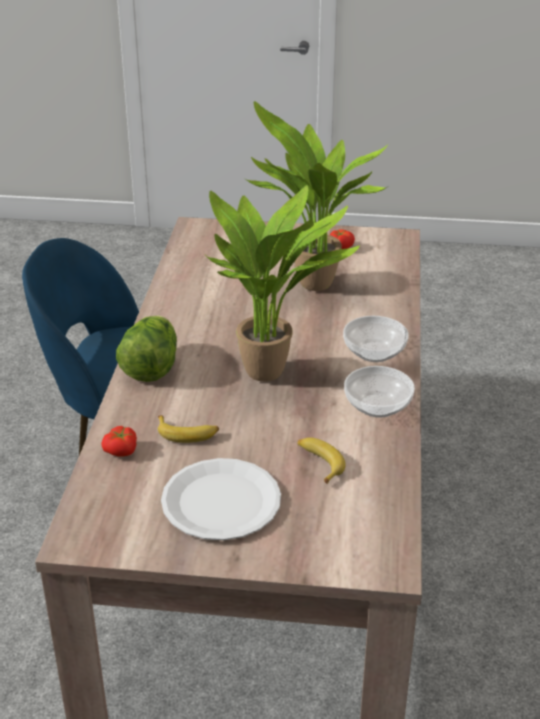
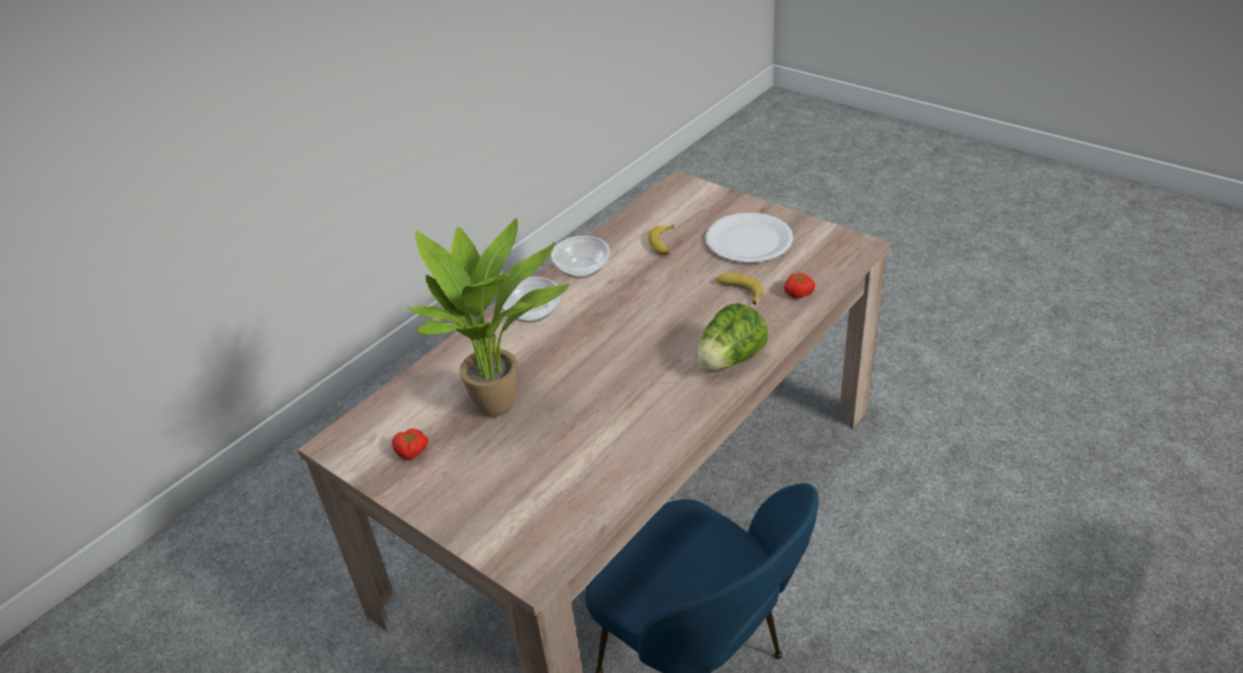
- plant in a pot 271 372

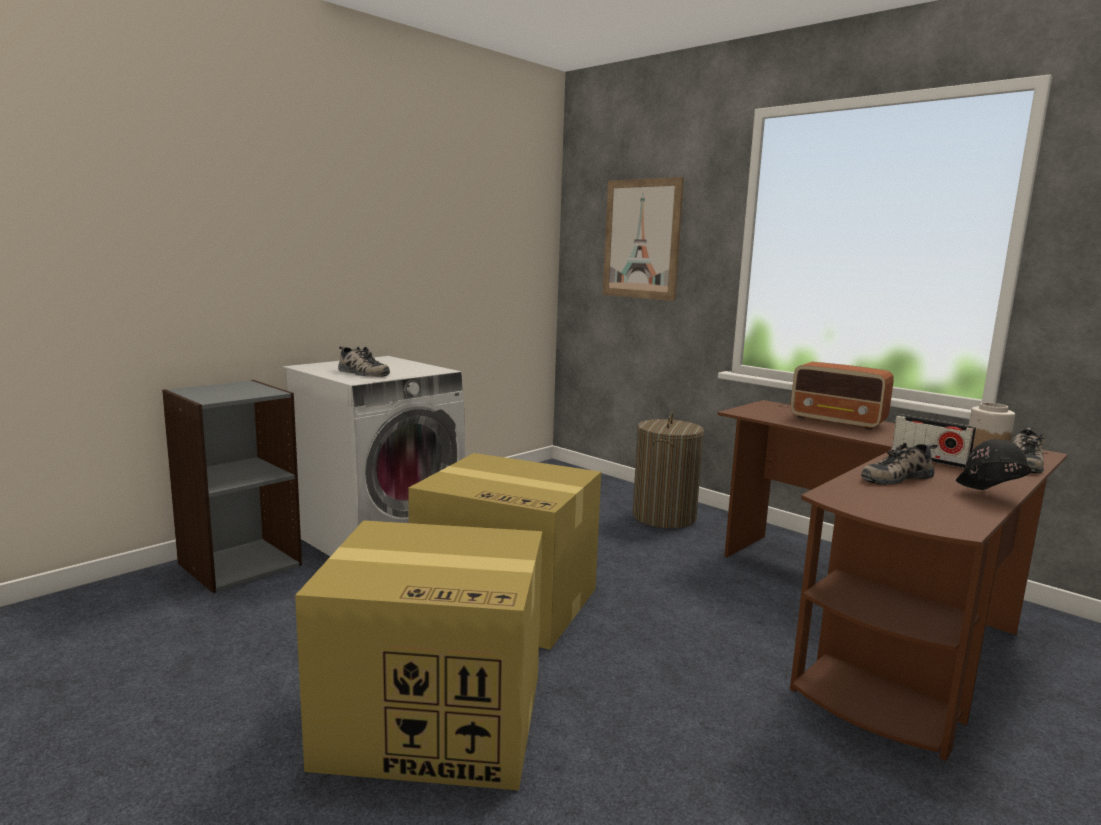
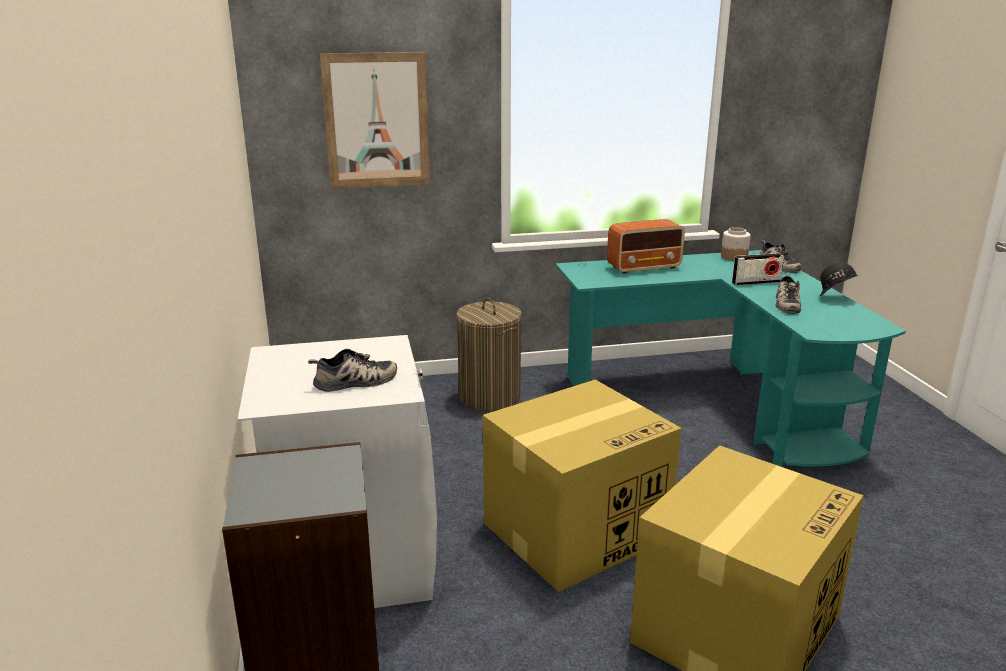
~ brown-coloured desk 872 618 to turquoise desk 717 401

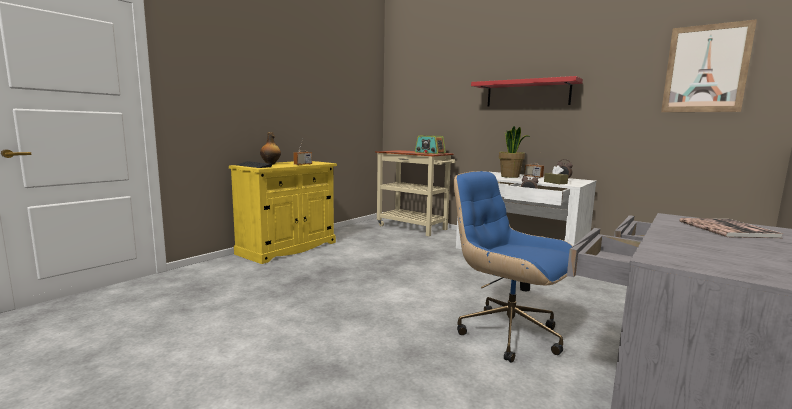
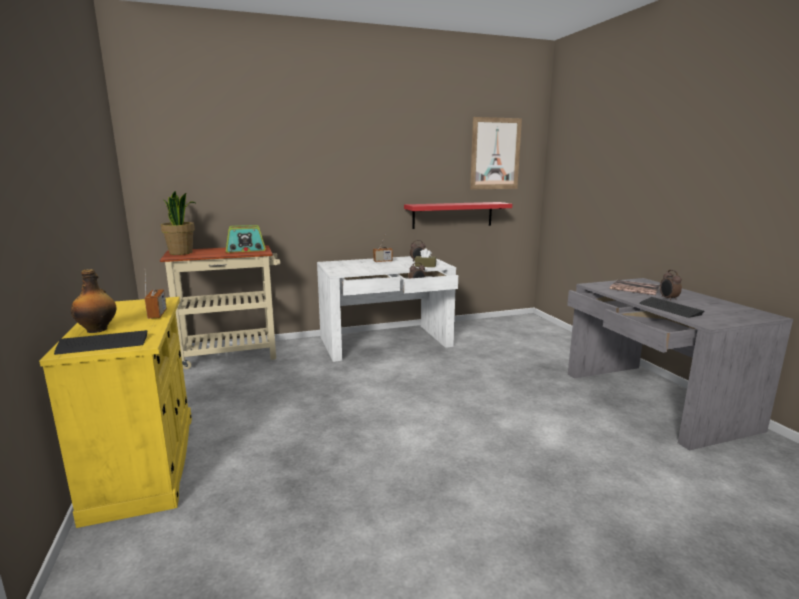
~ plant in a pot 510 176 to 181 253
~ red-coloured shelf 527 93 to 452 215
+ computer keyboard 669 308
+ alarm clock 668 299
- bluish computer chair 506 333

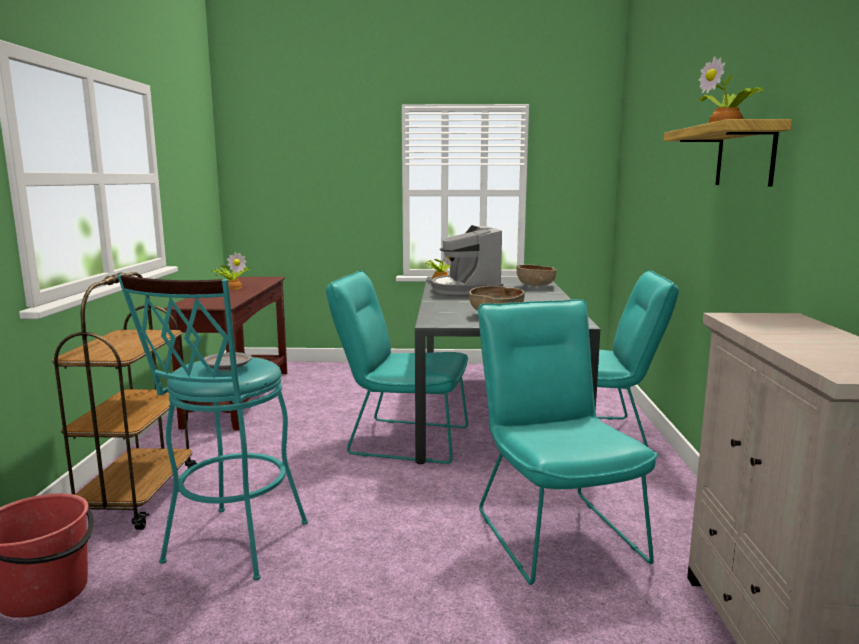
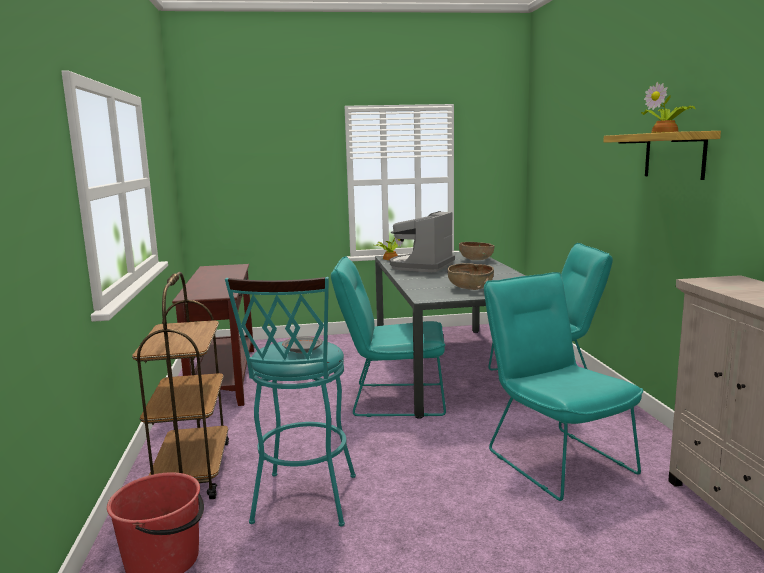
~ coffee brewer 466 289 = 421 266 45 degrees clockwise
- plant in a pot 232 288

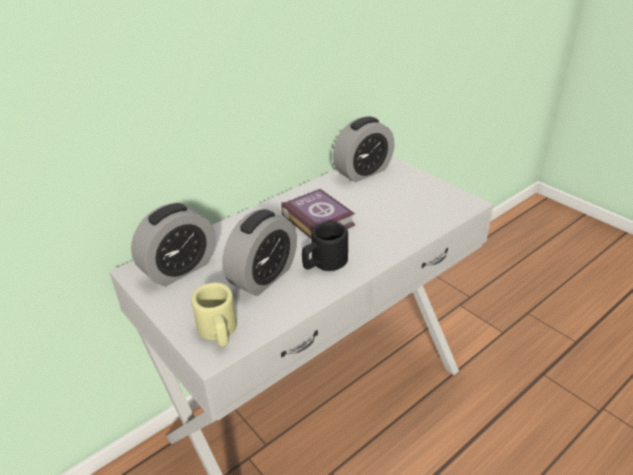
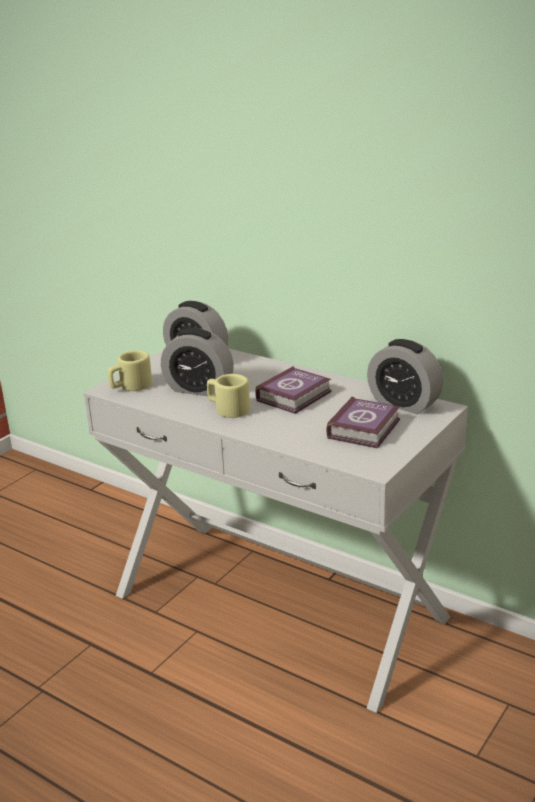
~ black tea mug 324 263 to beige-coloured tea mug 227 409
+ book 366 428

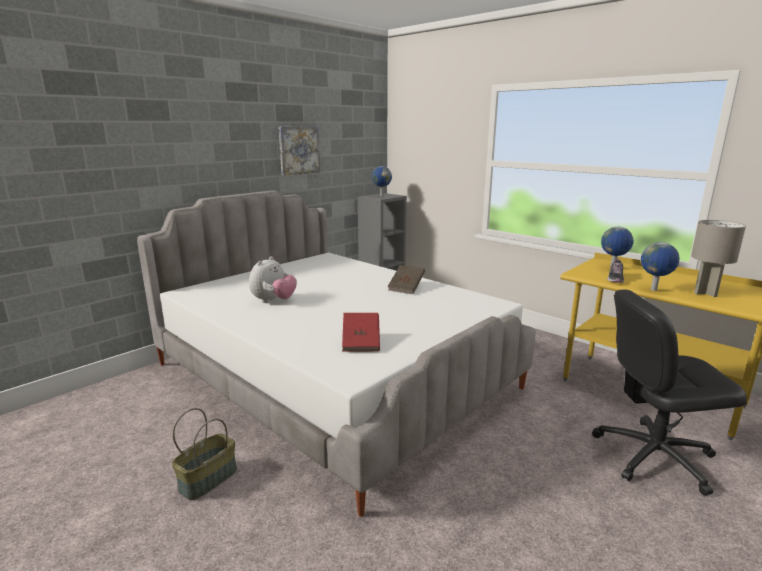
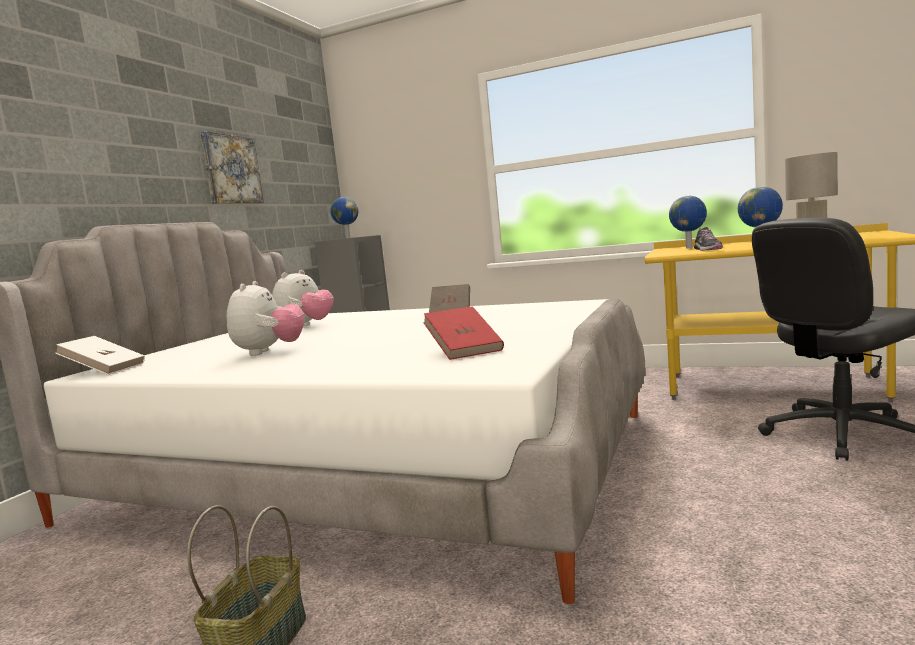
+ white-coloured book 104 370
+ cuddly toy 306 326

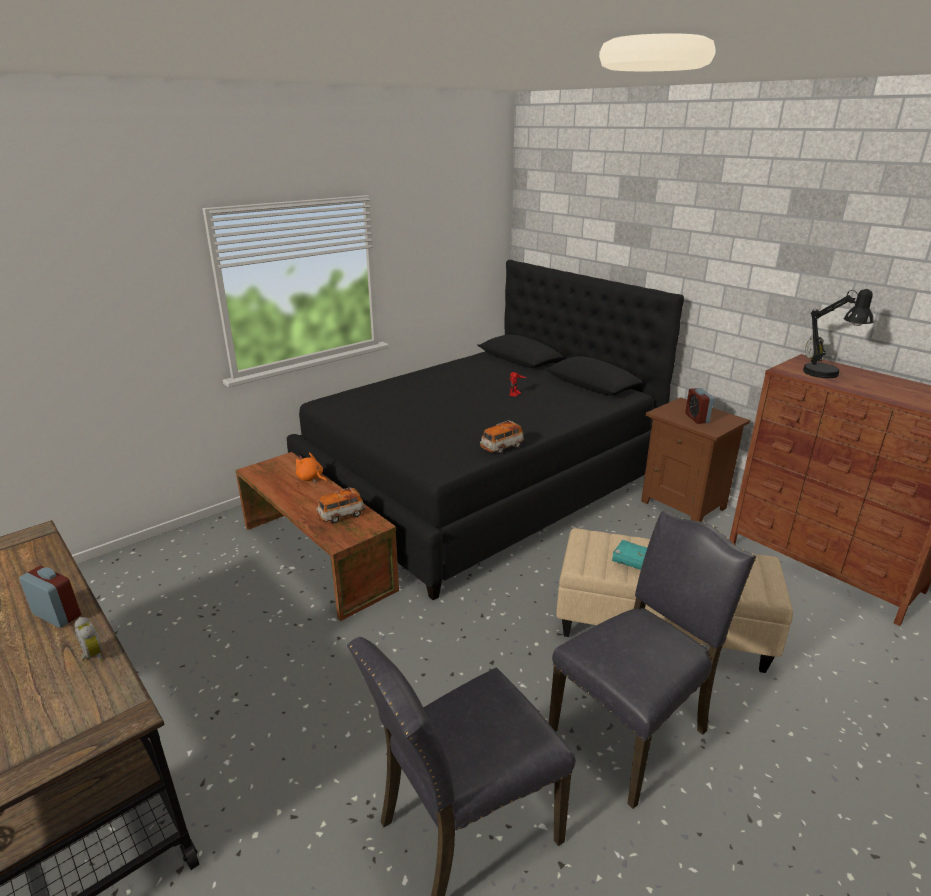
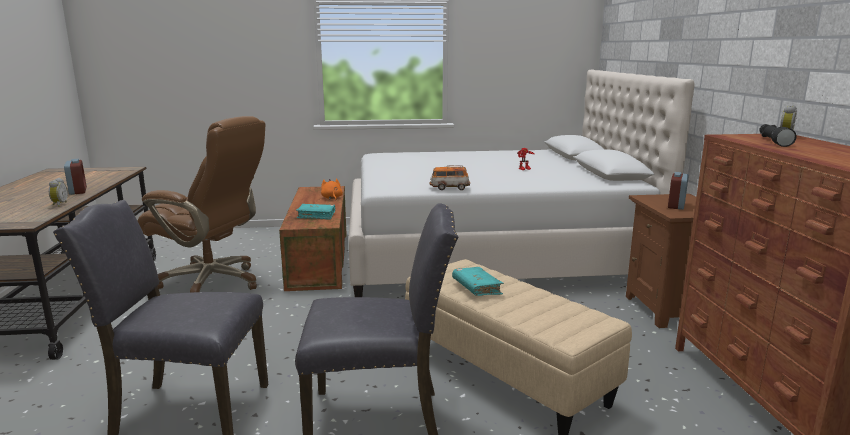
+ brown-coloured computer chair 213 284
~ toy car 341 515 to turquoise book 316 216
~ black bed 479 485 to white-coloured bed 490 253
~ black table lamp 826 375 to black flashlight 773 141

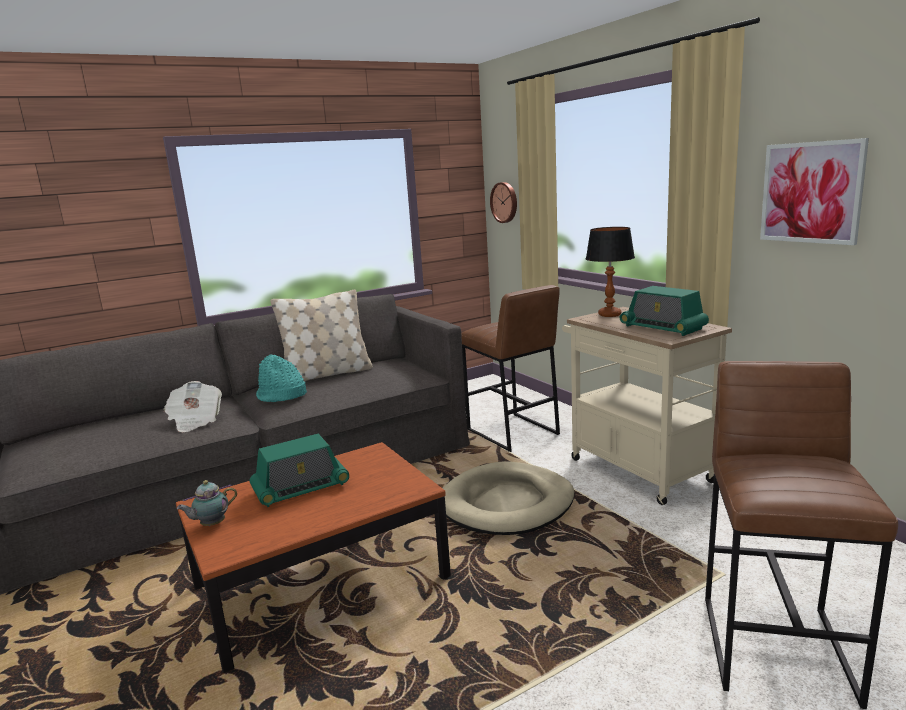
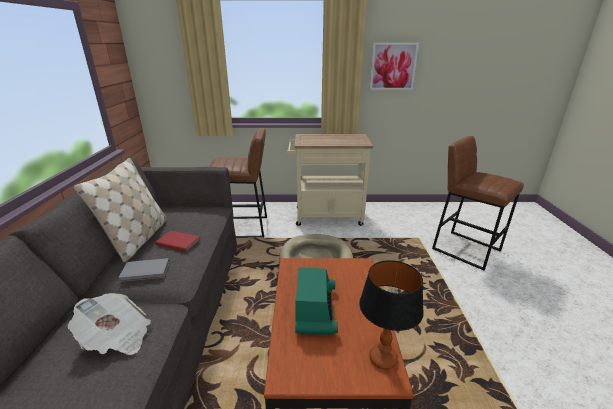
~ turquoise wearable hat 281 396 to grey book 146 271
+ red-coloured book 178 242
~ table lamp 610 314 to 383 358
- tea pot 211 525
- wall clock 505 202
- radio set 663 327

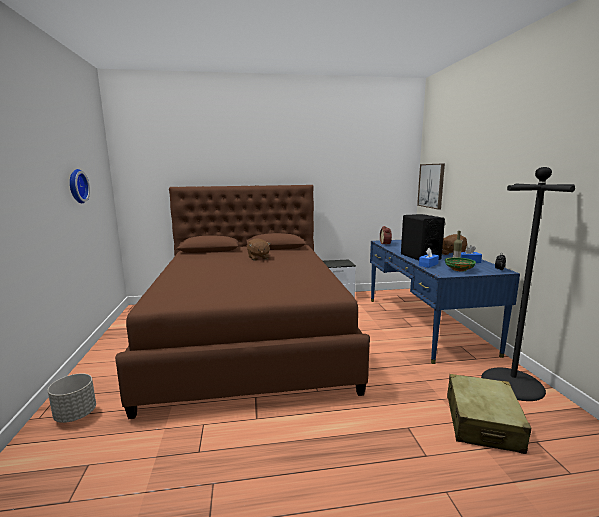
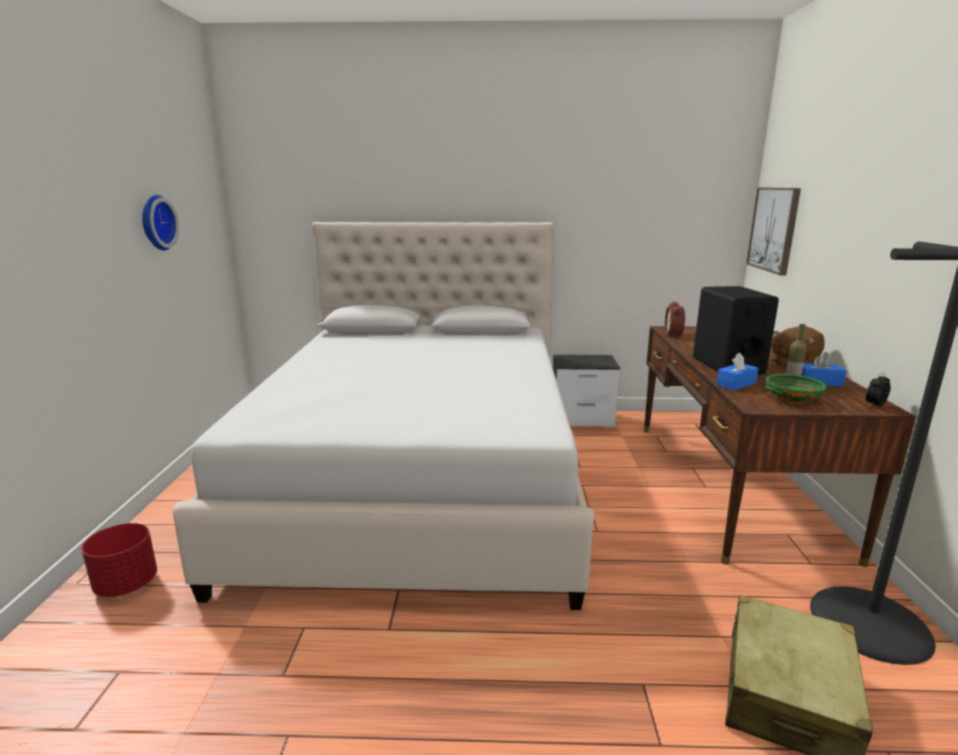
~ grey planter 76 414 to red-coloured planter 127 584
~ brown-coloured bed 249 337 to white-coloured bed 420 479
~ bluish desk 425 324 to brown-coloured desk 732 483
- brown-coloured cuddly toy 258 258

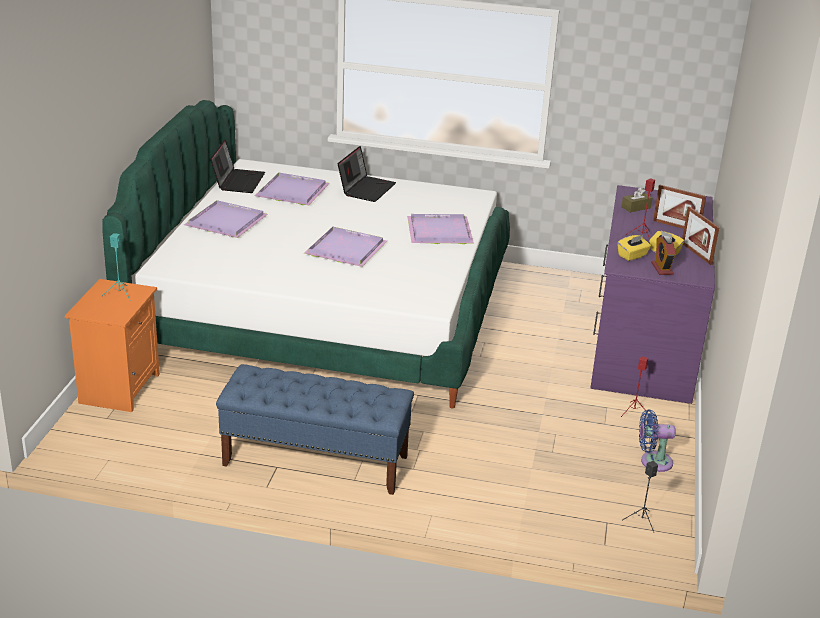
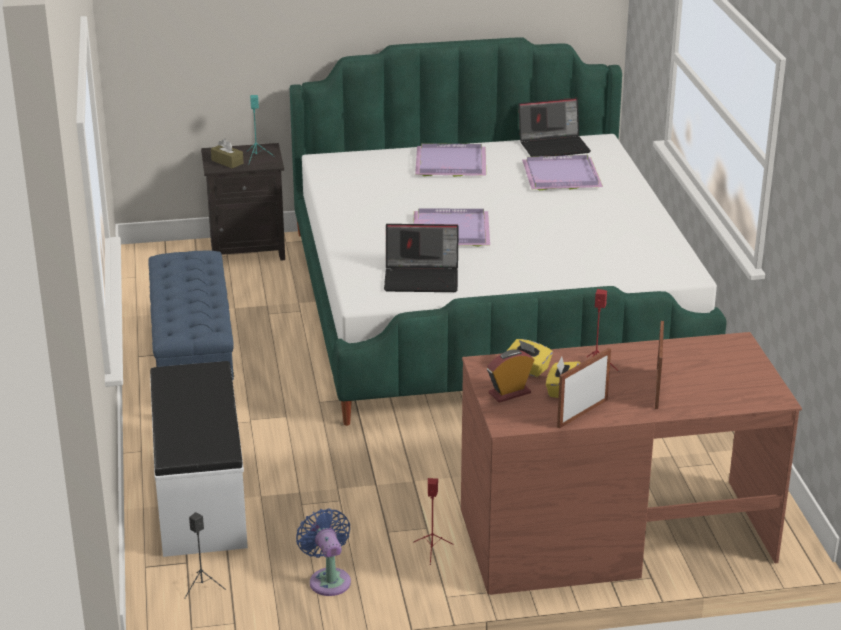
+ white-coloured long seat 199 497
~ orange nightstand 119 387 to black nightstand 248 249
~ brown-coloured box of tissues 636 207 to 227 162
~ laptop 366 188 to 422 278
~ purplish desk 643 343 to brown-coloured desk 614 534
- purplish tray 438 231

